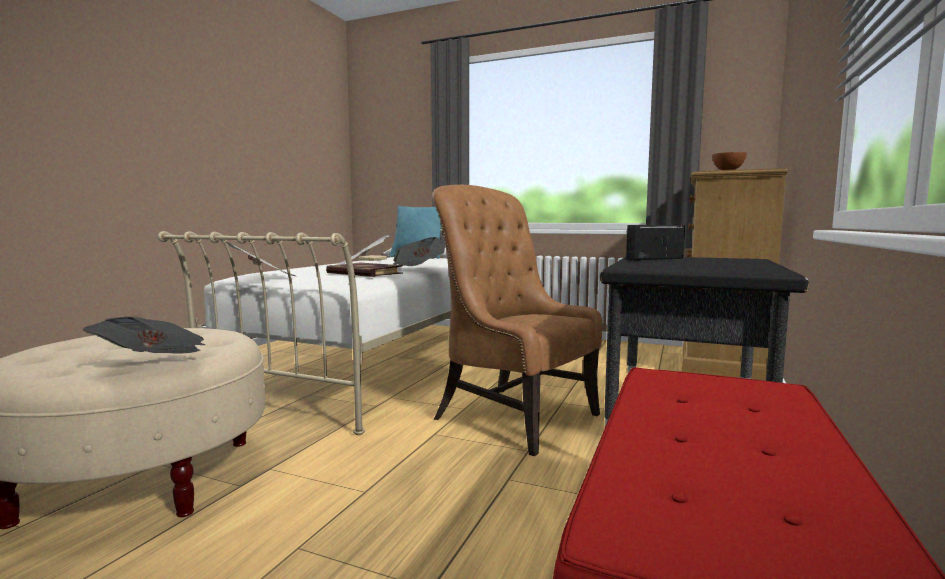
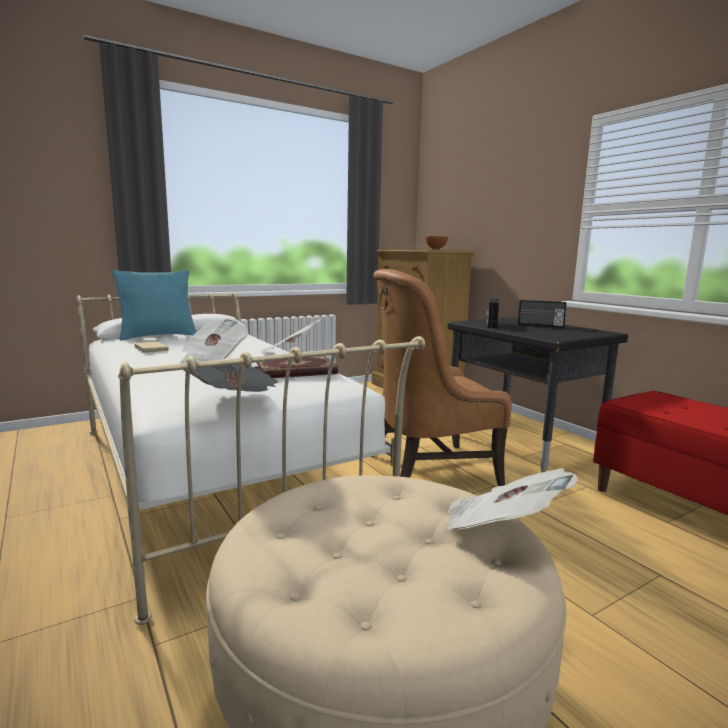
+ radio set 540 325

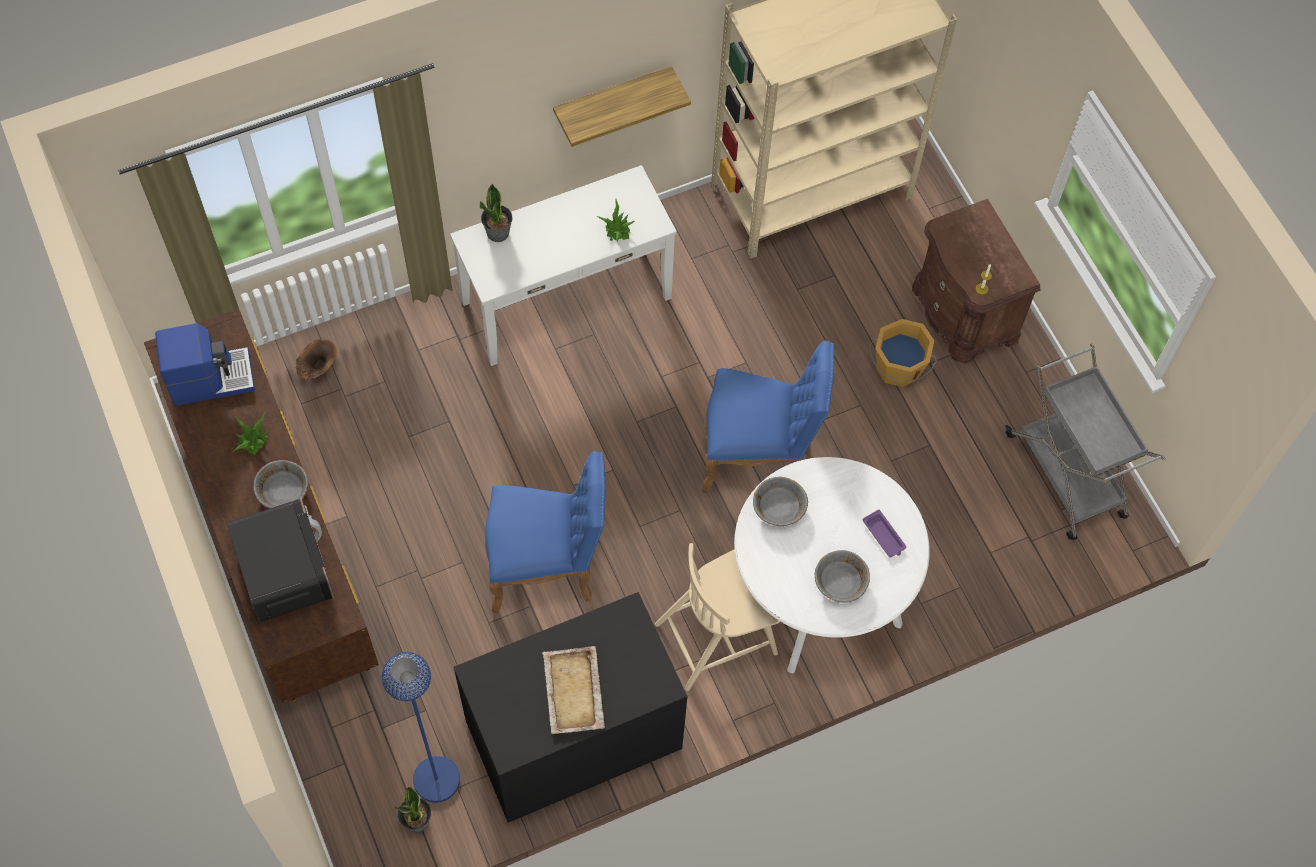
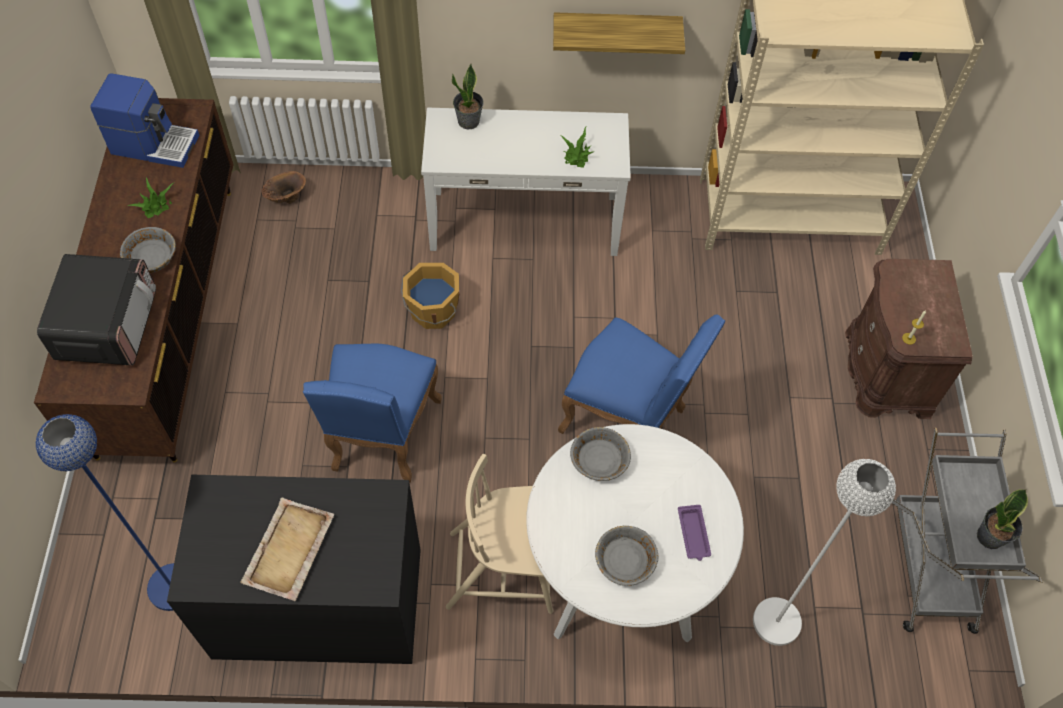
~ bluish plain chair 545 565 = 381 436 75 degrees clockwise
~ orange water bucket 898 368 to 432 312
+ white-coloured standard lamp 776 622
~ plant in a pot 417 821 to 990 537

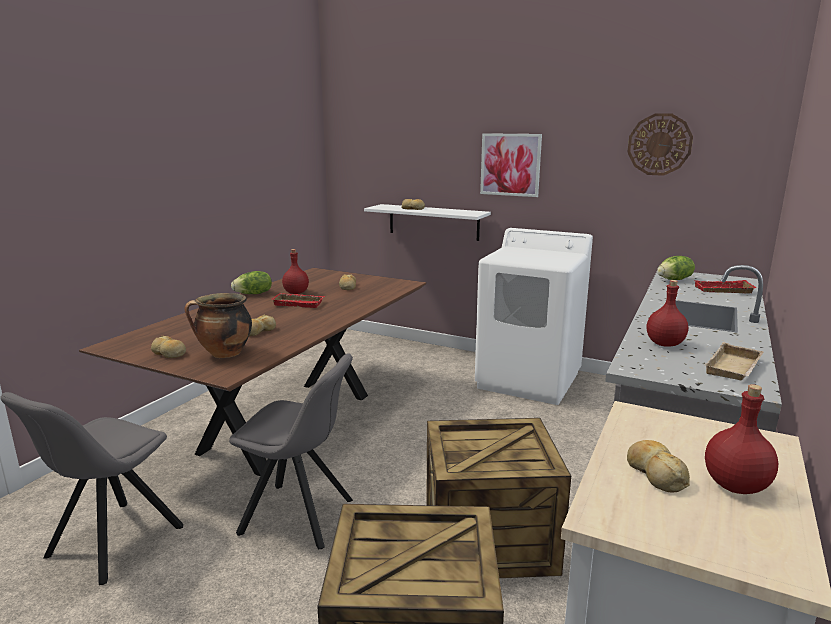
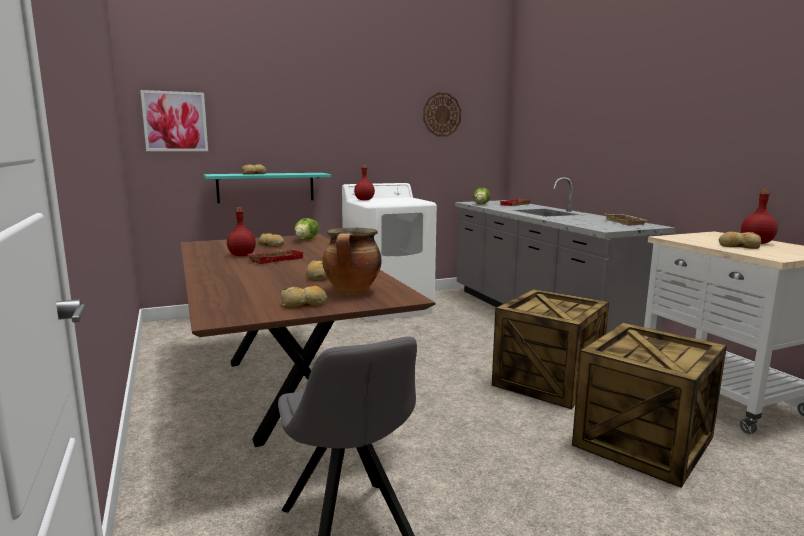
~ picture 510 164 to 175 121
~ white-coloured shelf 433 222 to turquoise shelf 266 187
~ lettuce head 254 294 to 306 239
~ red-coloured bottle 665 344 to 364 200
- grey plain chair 298 516

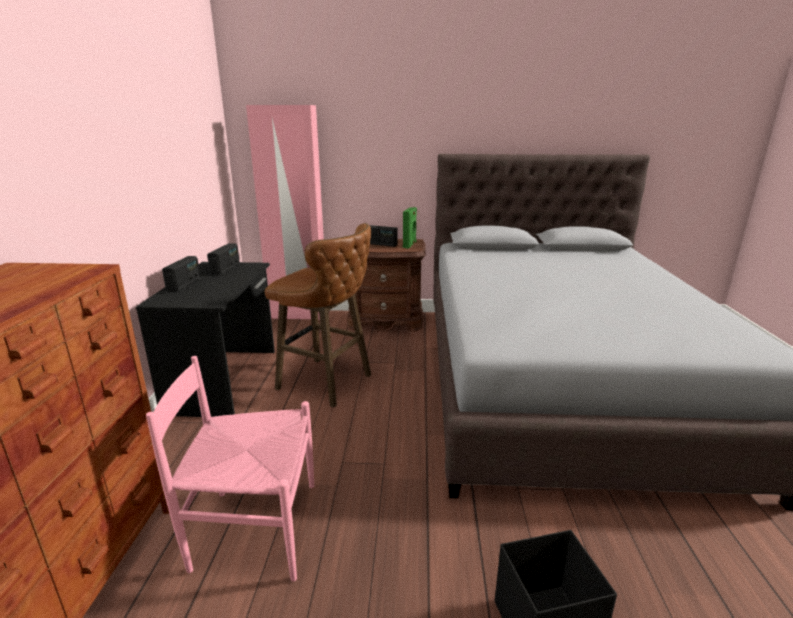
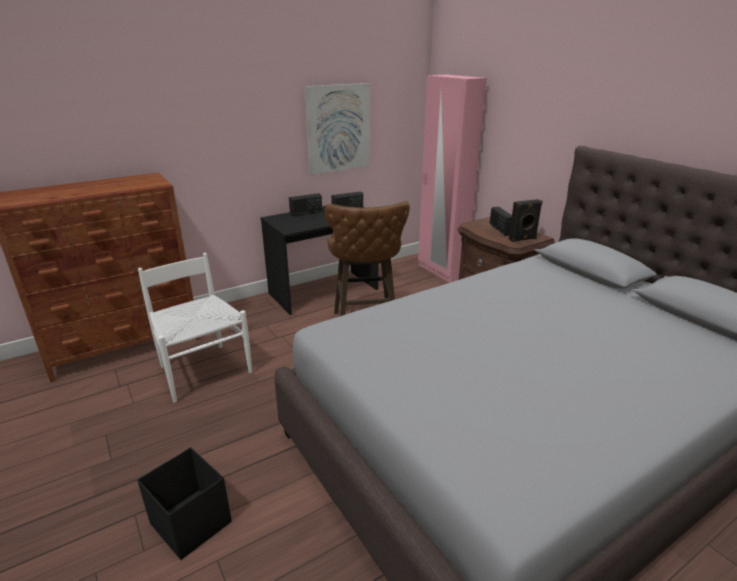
~ pink-coloured plain chair 254 529 to white-coloured plain chair 202 371
+ picture 338 128
~ green audio speaker 410 245 to black audio speaker 523 239

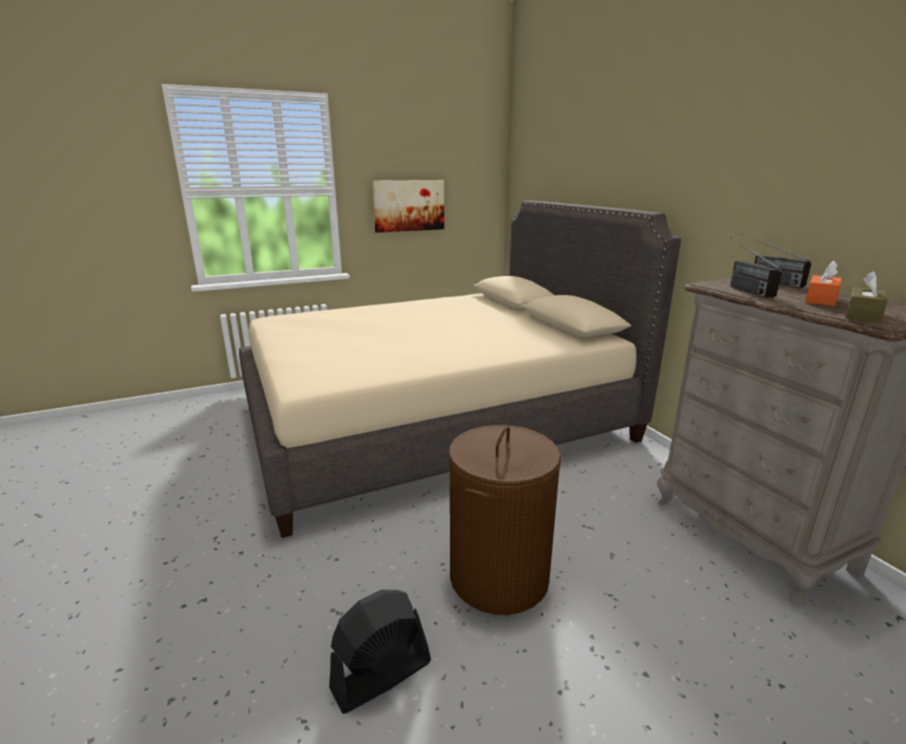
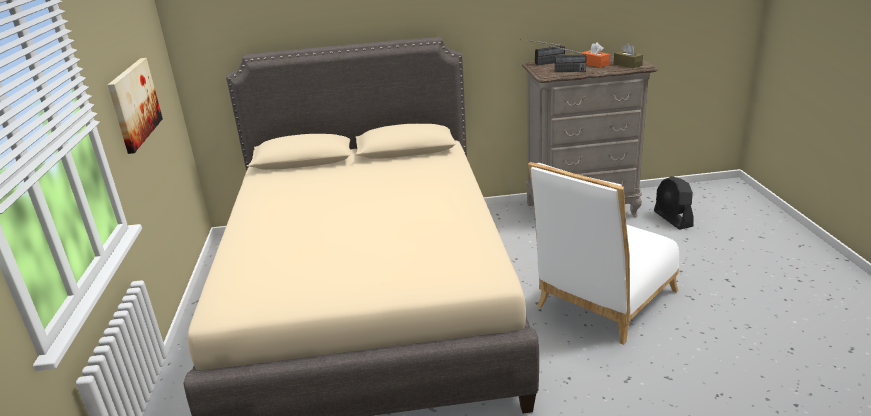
~ brown-coloured hamper 498 576 to white-coloured plain chair 602 303
~ black electric fan 381 675 to 672 219

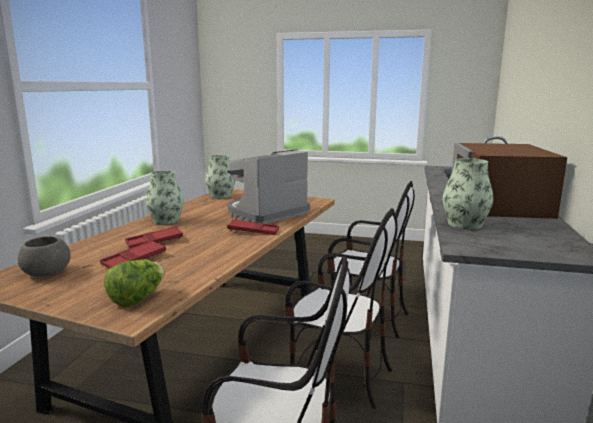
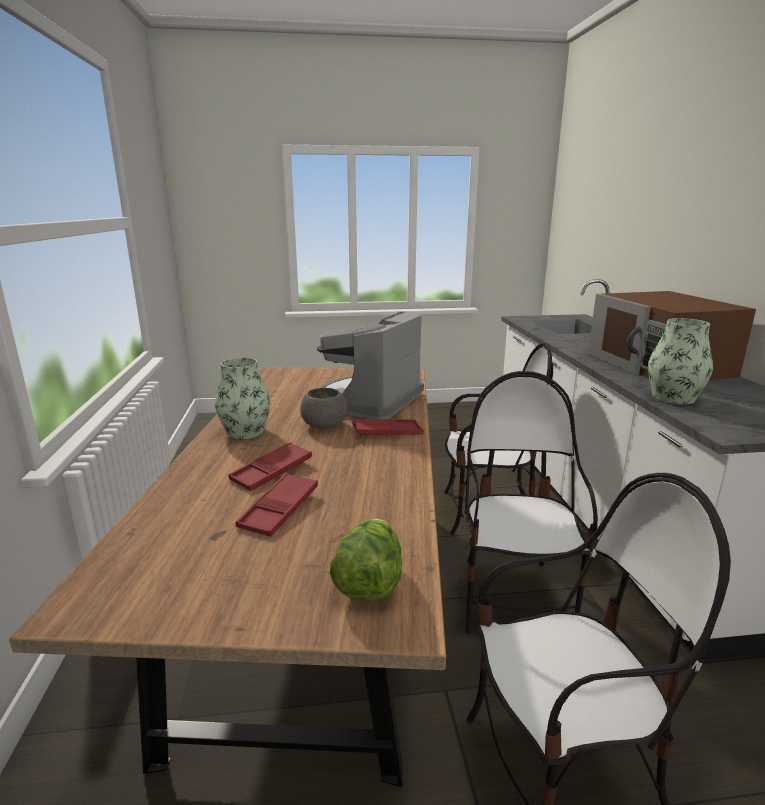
~ grey serving bowl 46 273 to 324 425
~ plain chair 338 377 = 514 598 90 degrees counterclockwise
- decorative vase 221 196

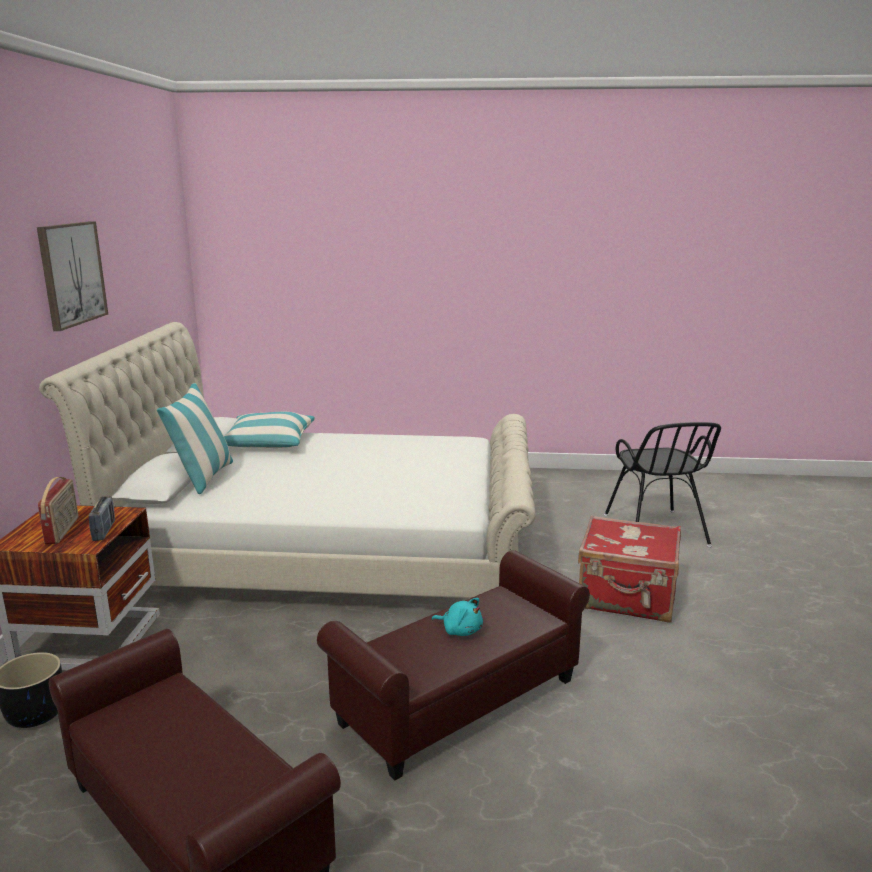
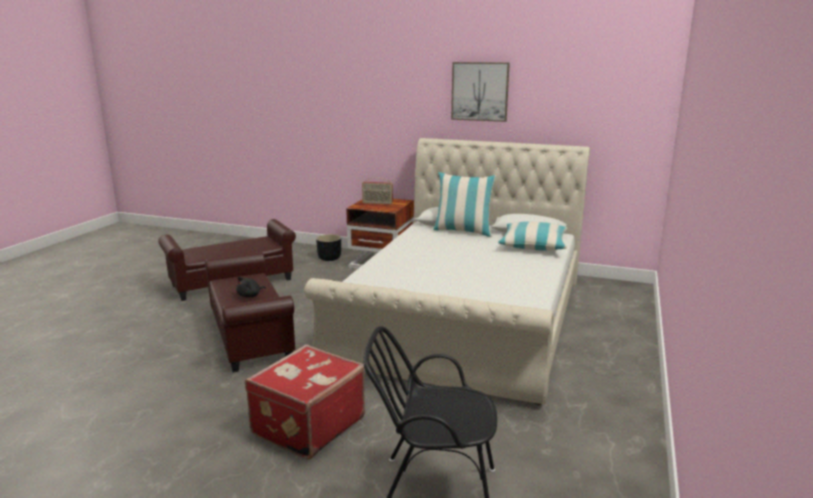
~ turquoise cuddly toy 460 630 to black cuddly toy 250 296
- radio set 104 531

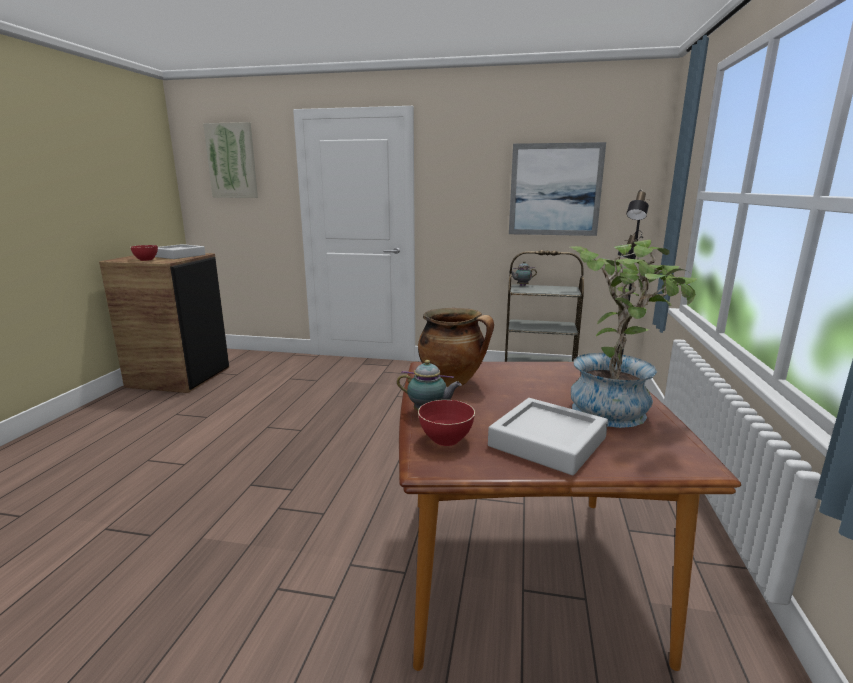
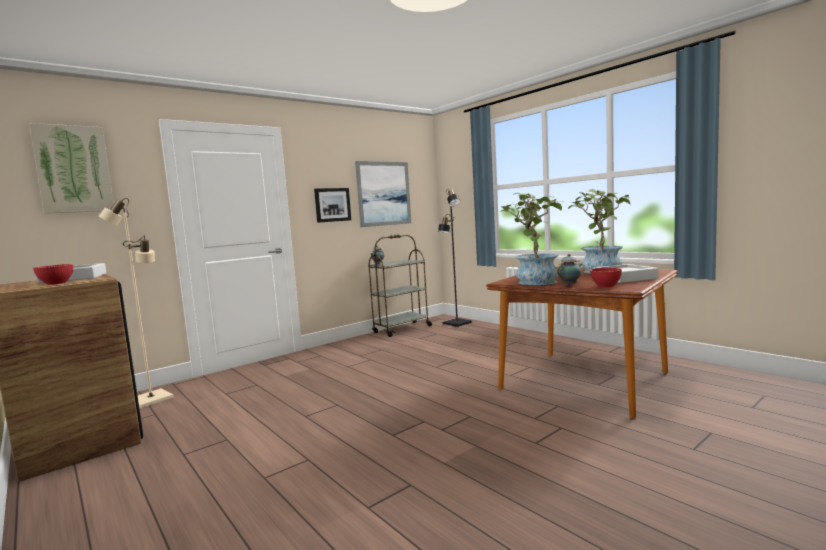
+ beige-coloured standard lamp 151 399
+ picture 332 205
~ stockpot 453 382 to plant in a pot 533 281

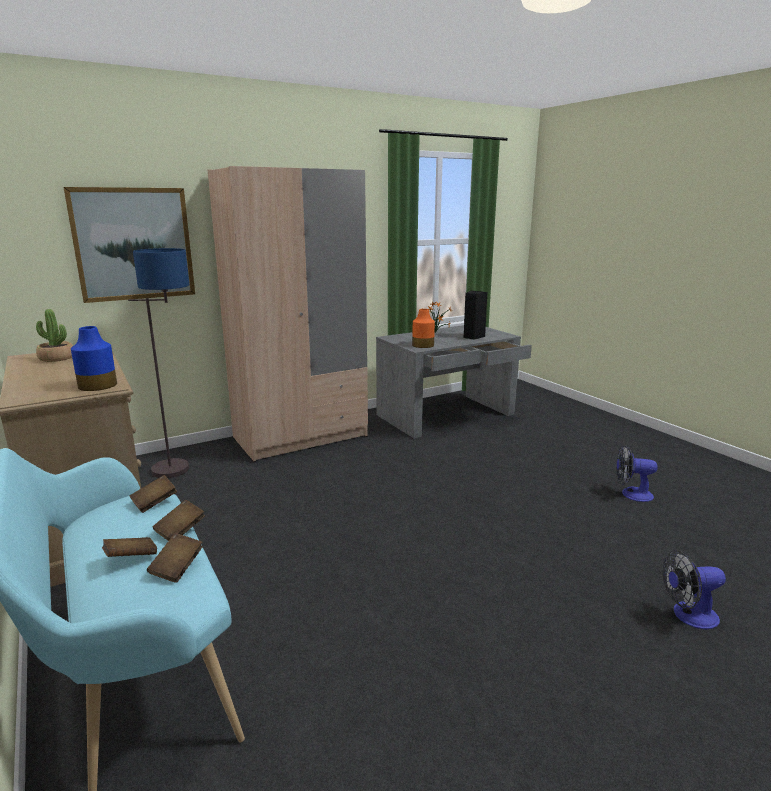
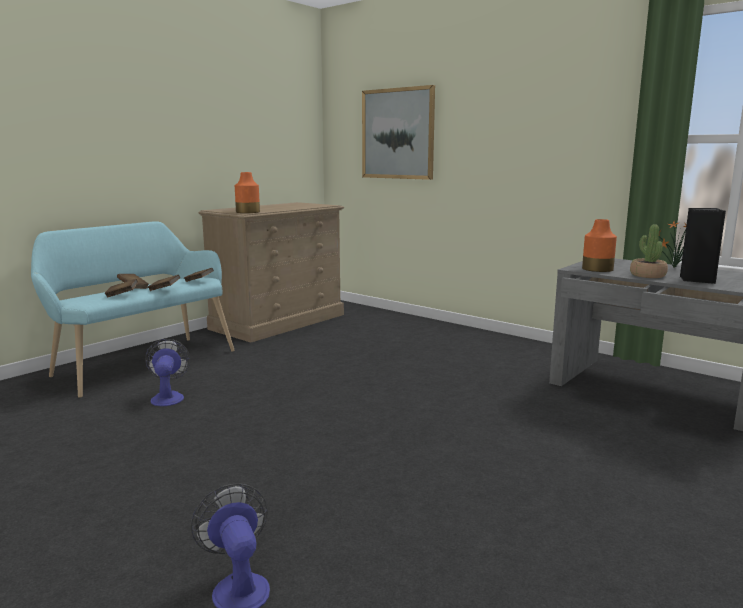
~ electric fan 631 494 to 168 397
~ bluish decorative vase 97 385 to orange decorative vase 247 212
~ plant in a pot 56 358 to 647 275
- bluish standard lamp 181 470
- beige-coloured armoire 300 437

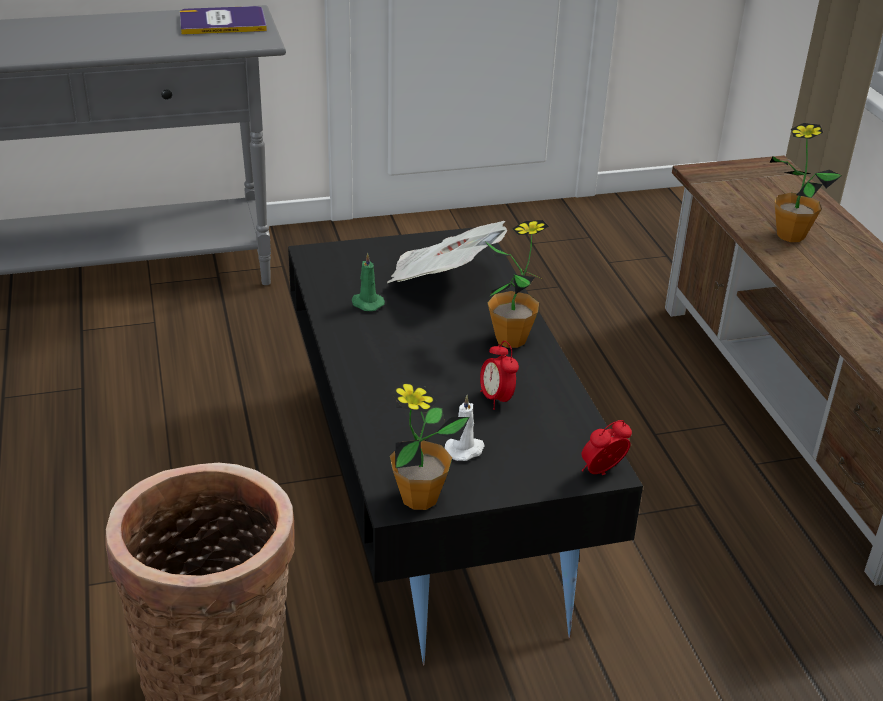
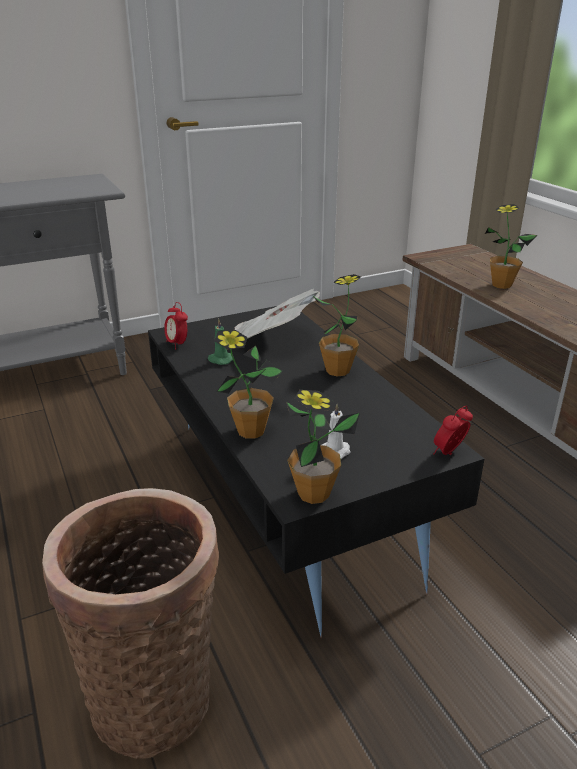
~ alarm clock 496 399 to 177 344
+ plant in a pot 251 431
- book 222 22

